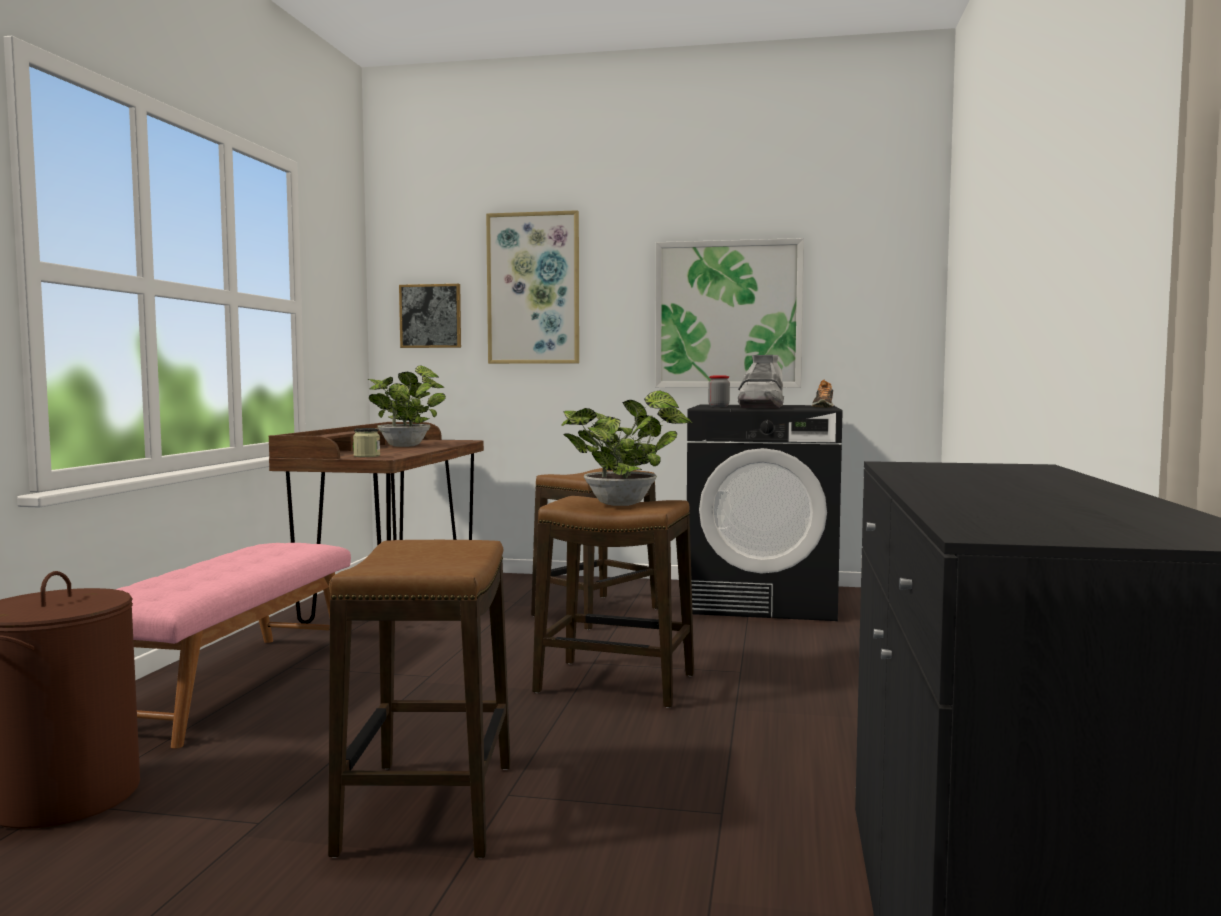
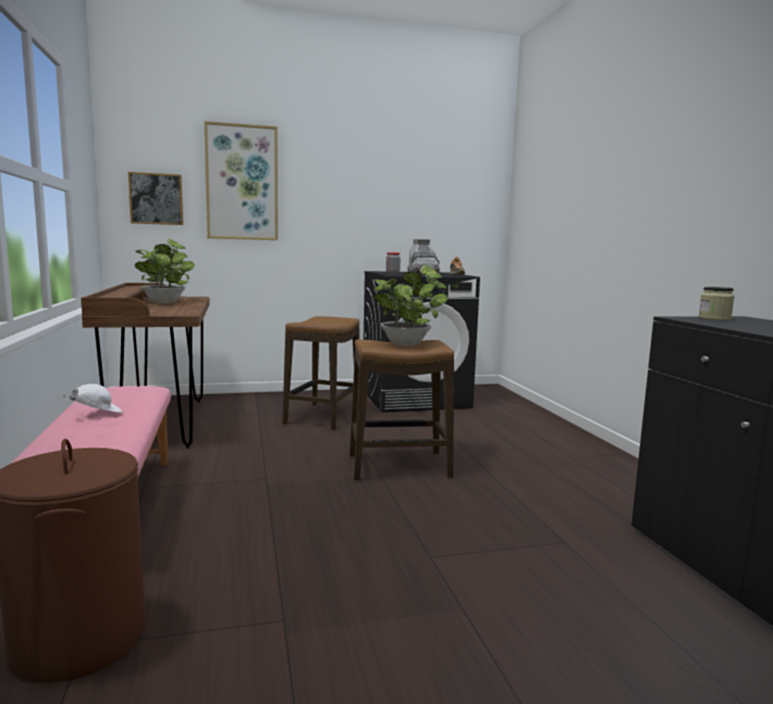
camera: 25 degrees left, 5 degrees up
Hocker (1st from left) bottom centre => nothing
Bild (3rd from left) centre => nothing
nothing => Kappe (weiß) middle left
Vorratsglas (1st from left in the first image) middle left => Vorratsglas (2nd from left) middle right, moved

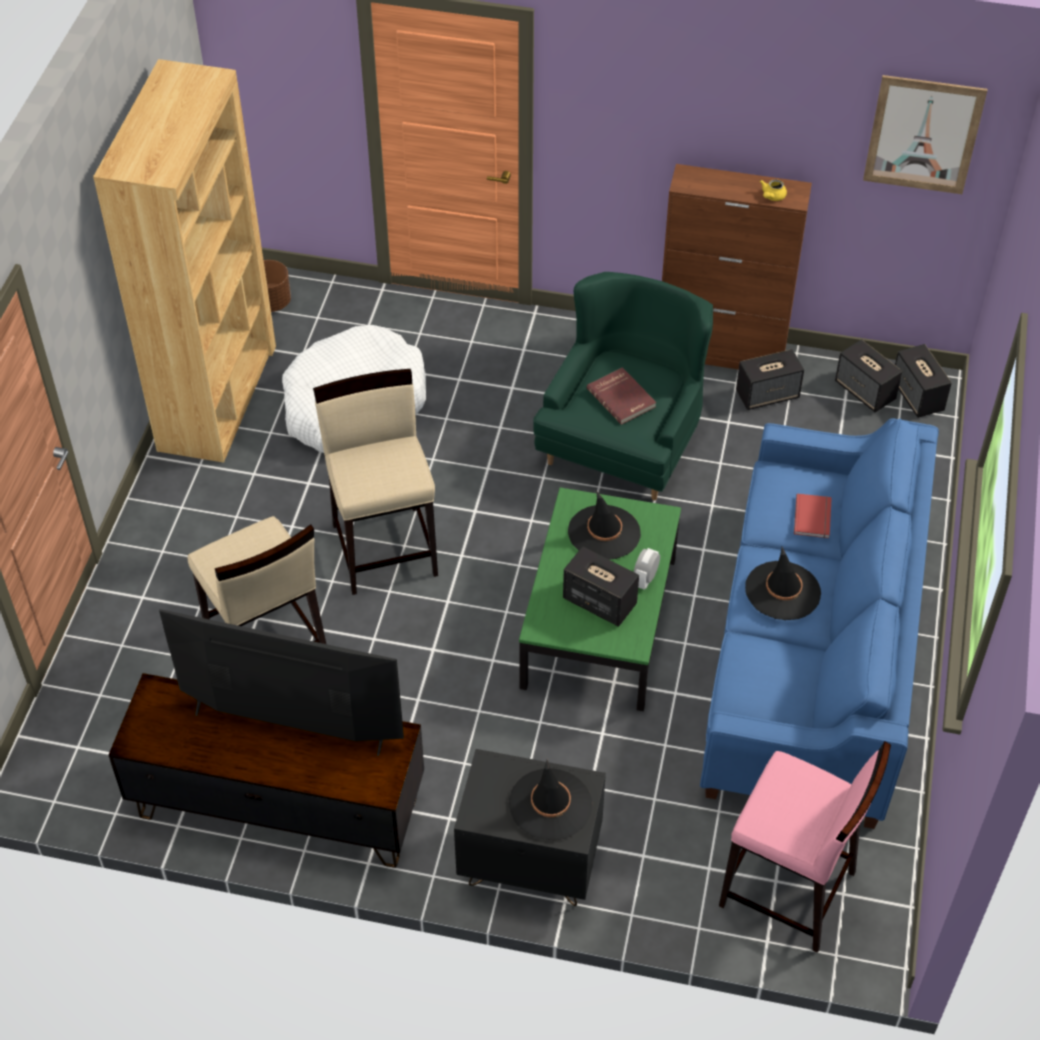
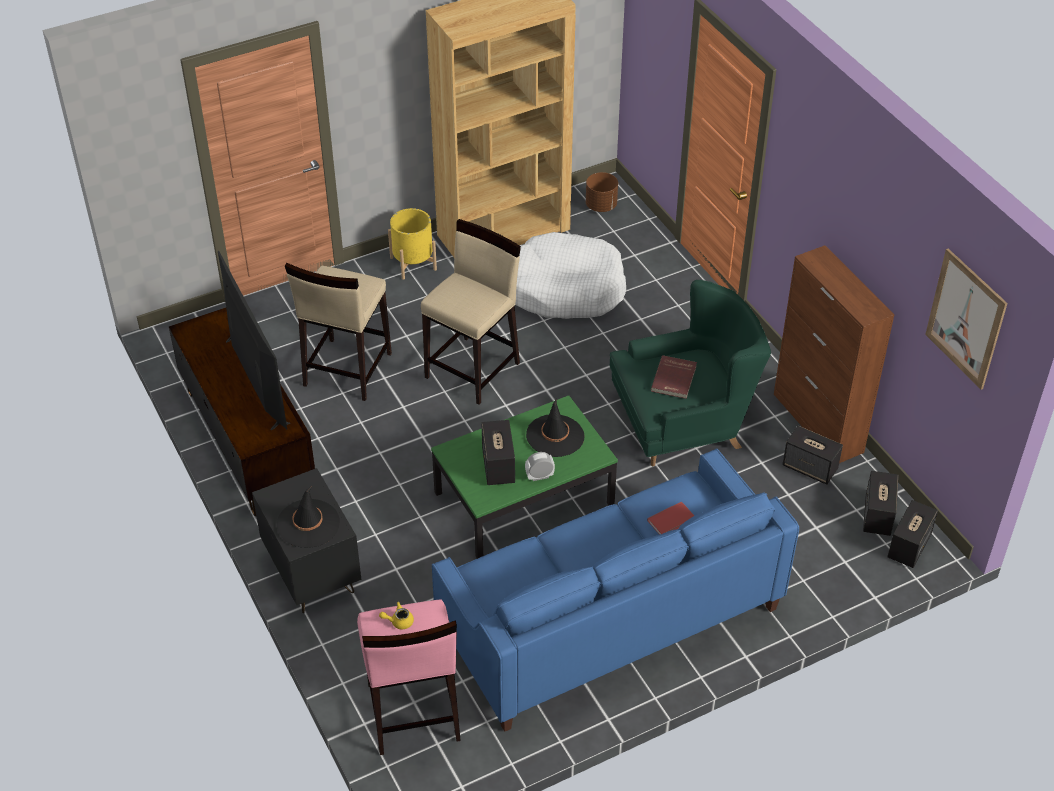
camera: 50 degrees right, 5 degrees down
Hut (schwarz) (3rd from left) middle right => nothing
nothing => Pflanzkübel (gelb) top centre
Teekanne (gelb) top right => Teekanne (gelb) bottom centre, moved

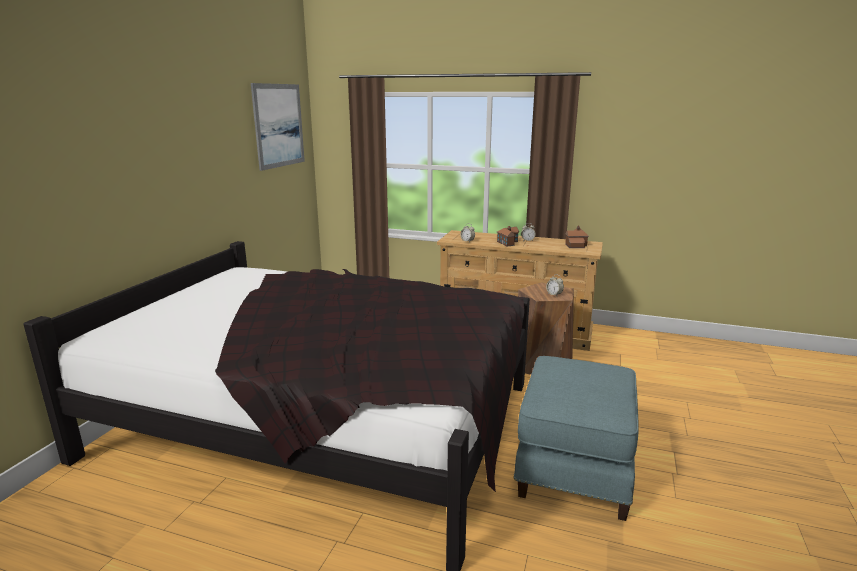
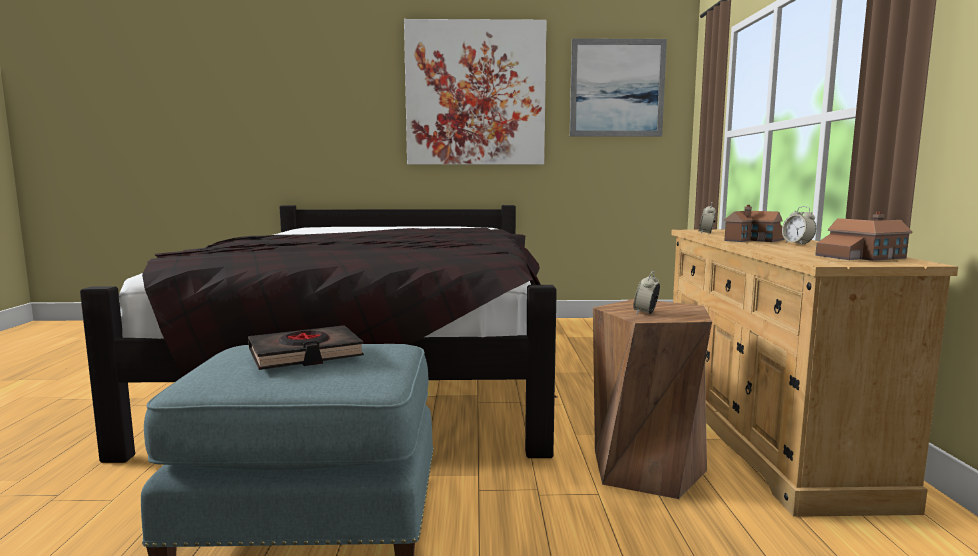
camera: 70 degrees right, 10 degrees down
nothing => Buch (schwarz) middle left
nothing => Bild (1st from left) top centre

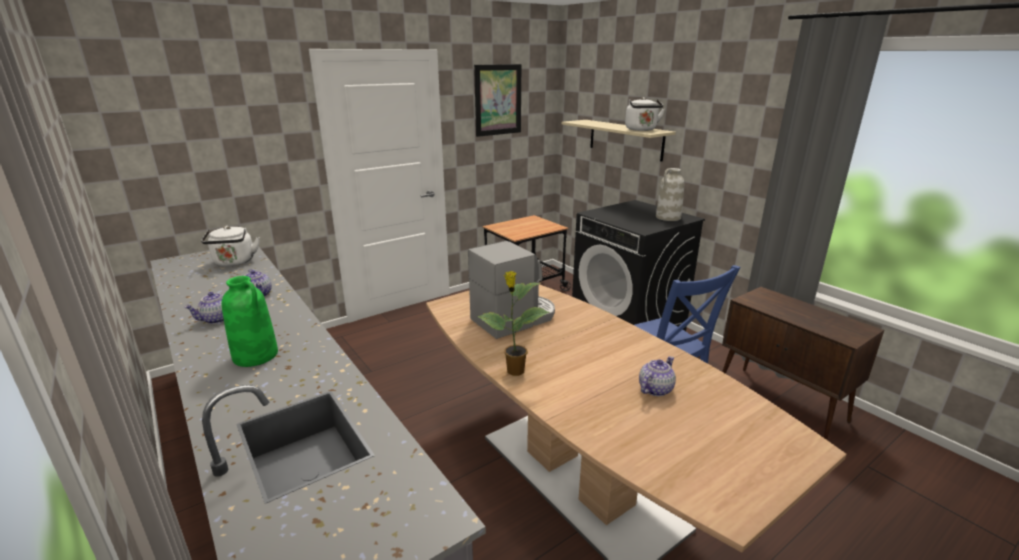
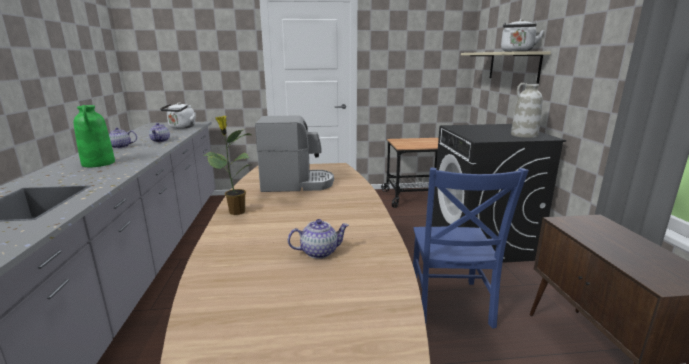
camera: 30 degrees right, 5 degrees down
Bild top centre => nothing

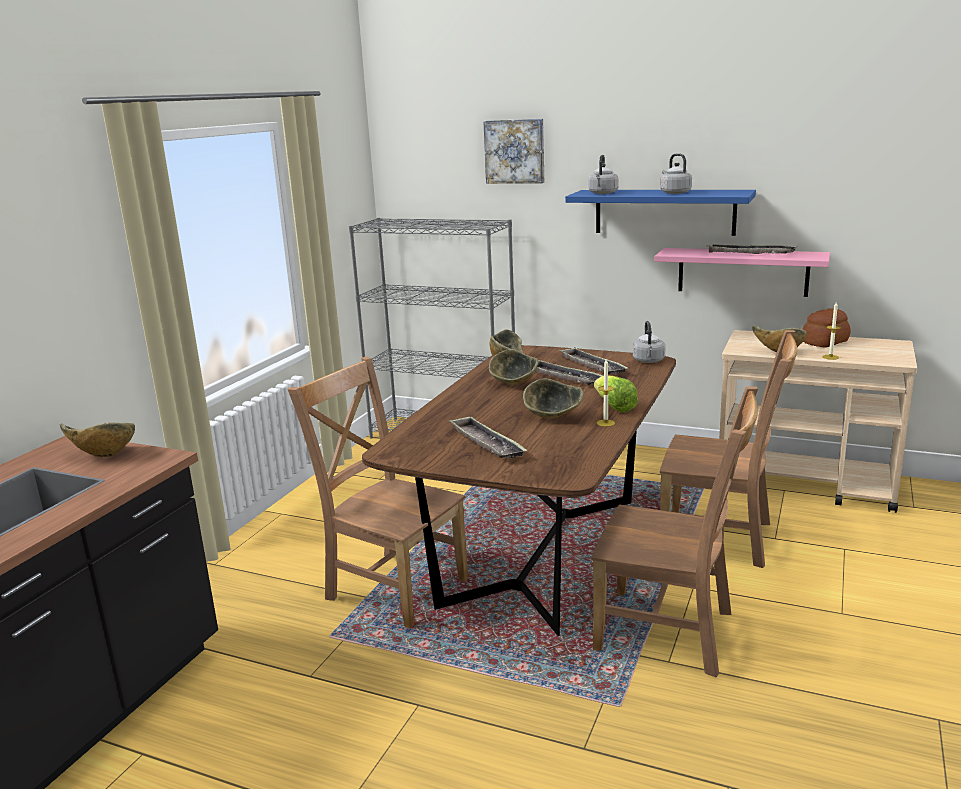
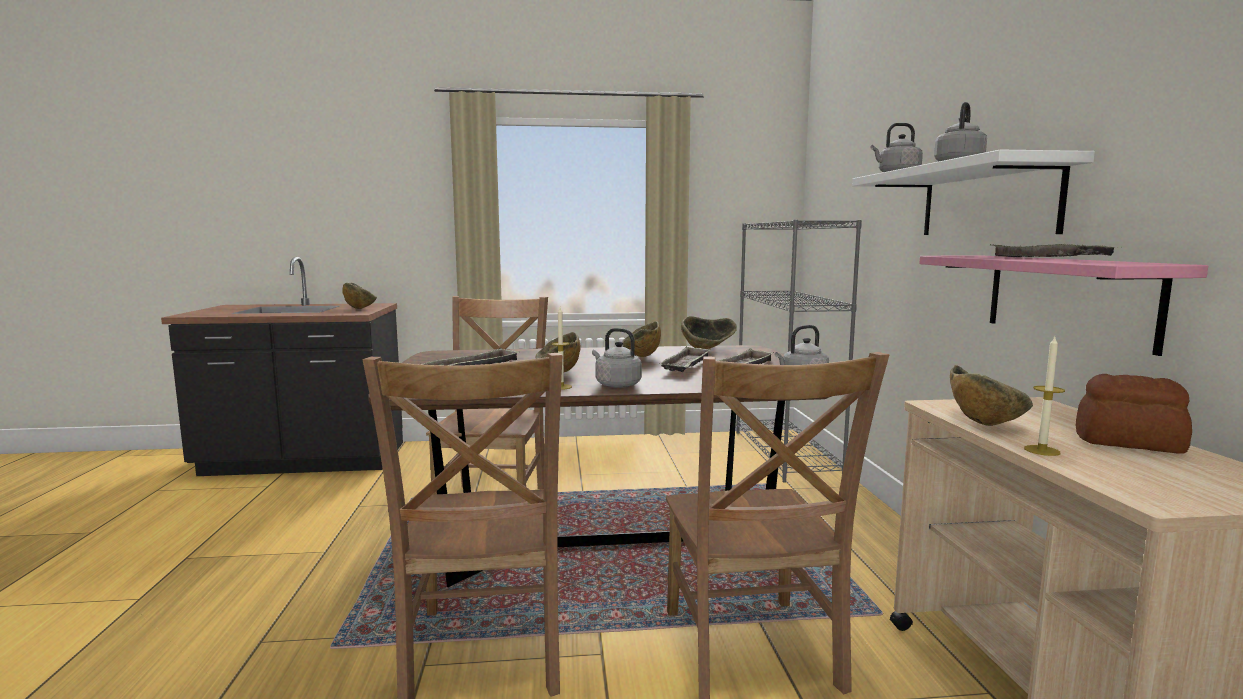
camera: 60 degrees right, 10 degrees down
Bild top centre => nothing
Salatkopf centre => Wasserkessel (grau) (1st from left) centre
Wandregal (blau) top right => Wandregal (weiß) top right

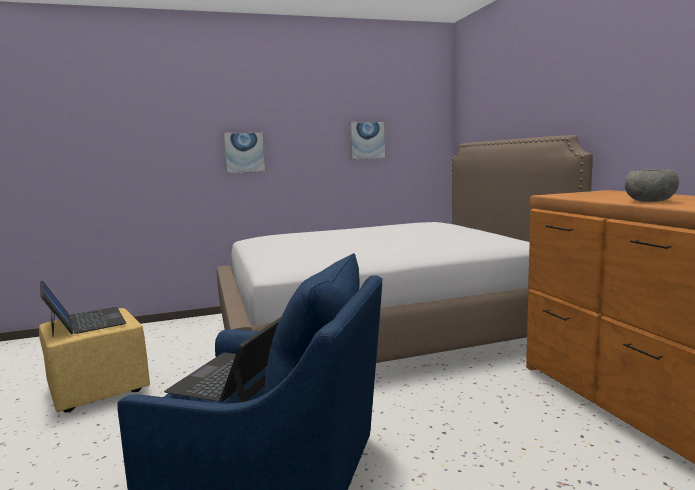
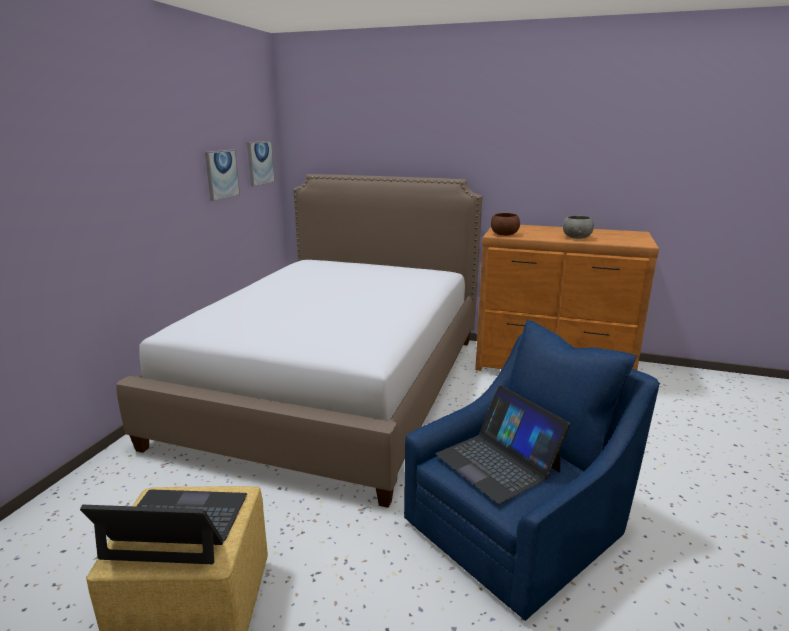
camera: 55 degrees left, 10 degrees up
nothing => Schüssel (braun) centre
Bild (1st from left in the first image) top centre => Bild (2nd from left) top left, moved

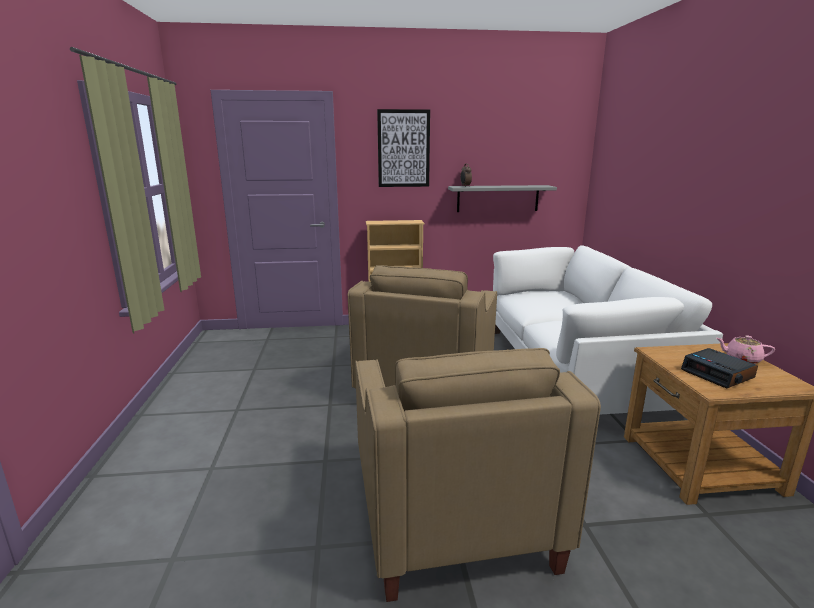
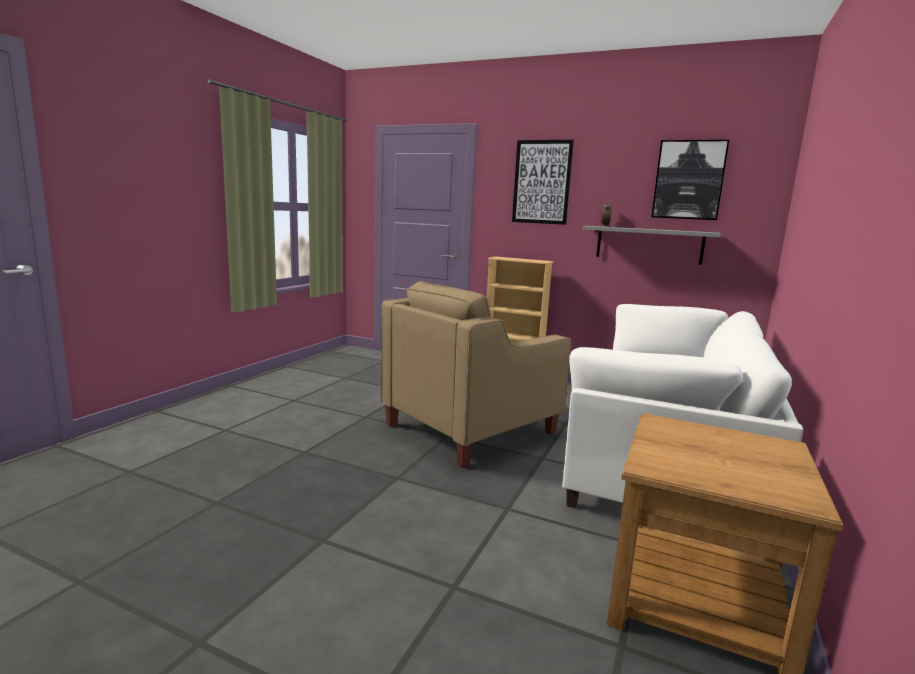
camera: 30 degrees right, 5 degrees down
Sessel (beige) (2nd from left) bottom centre => nothing
Wecker (2nd from left) middle right => nothing
Teekanne (rosa) middle right => nothing
nothing => Bild (2nd from left) top right

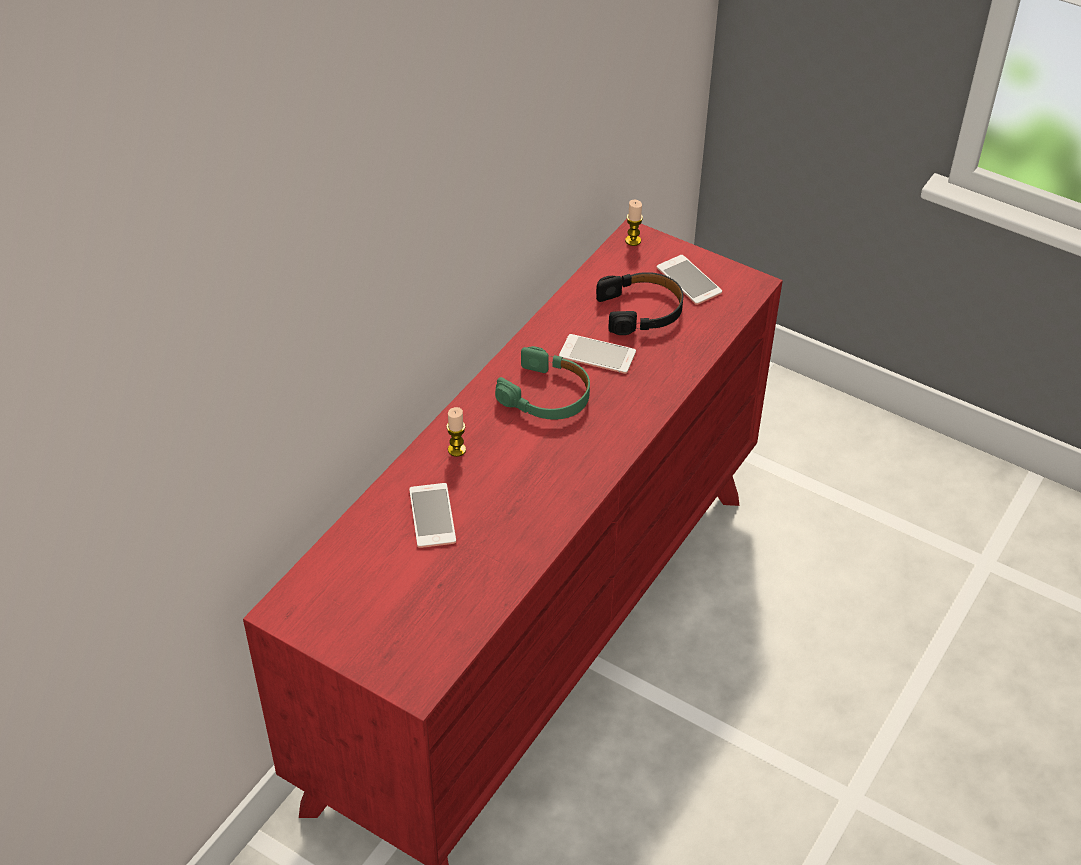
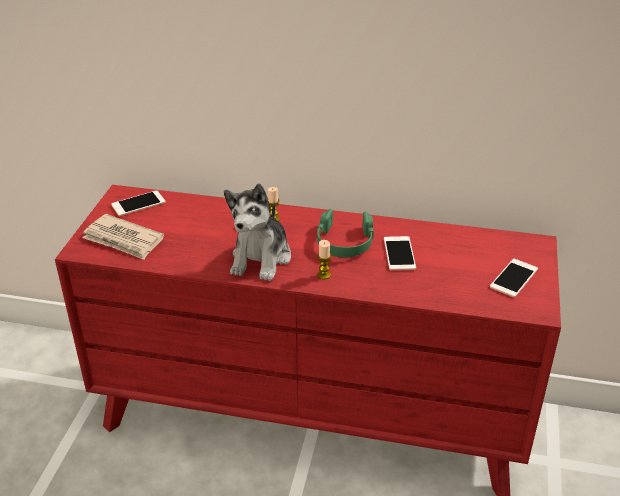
camera: 70 degrees right, 10 degrees down
Kopfhörer (schwarz) centre => nothing
nothing => Zeitung middle left
nothing => Plüschtier centre
Handy (1st from left) centre => Handy (1st from left) middle left, moved
Kerze (2nd from left) top centre => Kerze (2nd from left) centre, moved

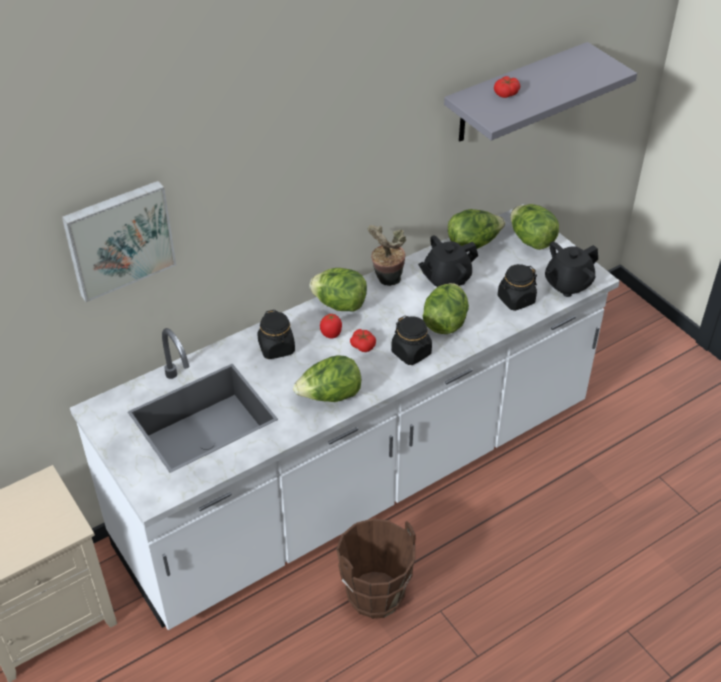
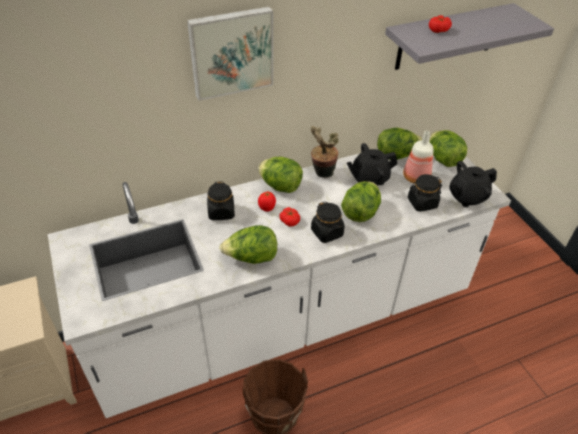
camera: 10 degrees right, 0 degrees up
nothing => Flasche middle right
Bild middle left => Bild top centre, moved

